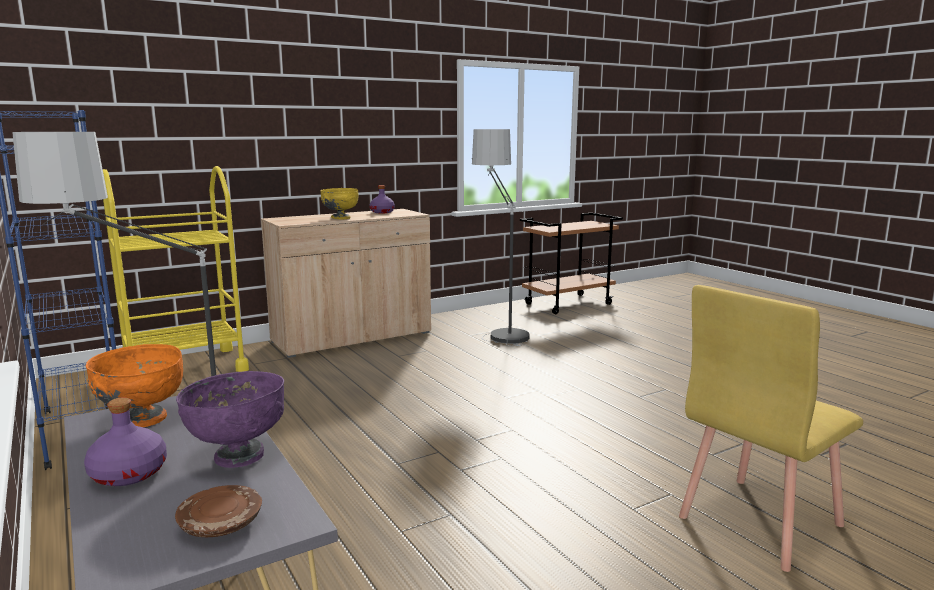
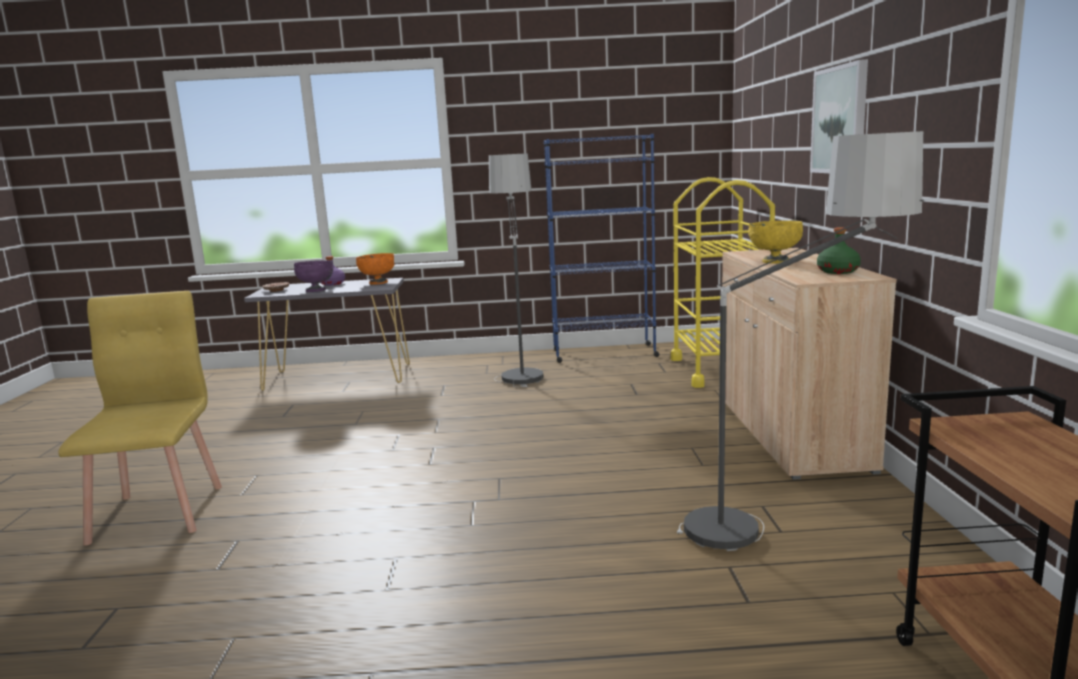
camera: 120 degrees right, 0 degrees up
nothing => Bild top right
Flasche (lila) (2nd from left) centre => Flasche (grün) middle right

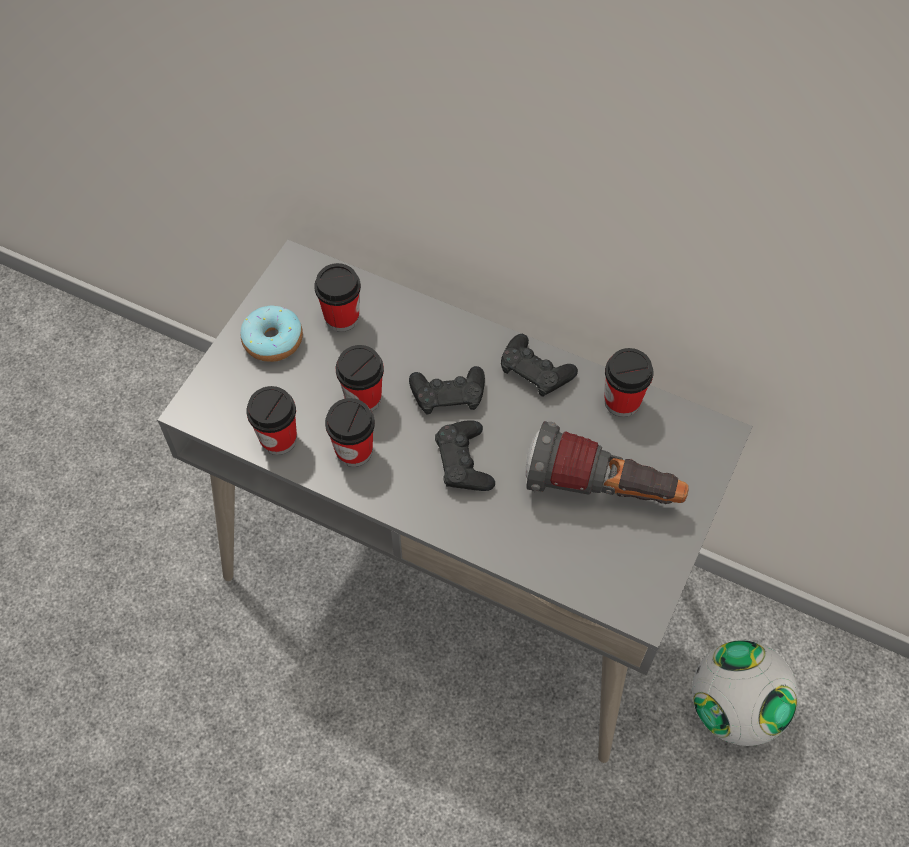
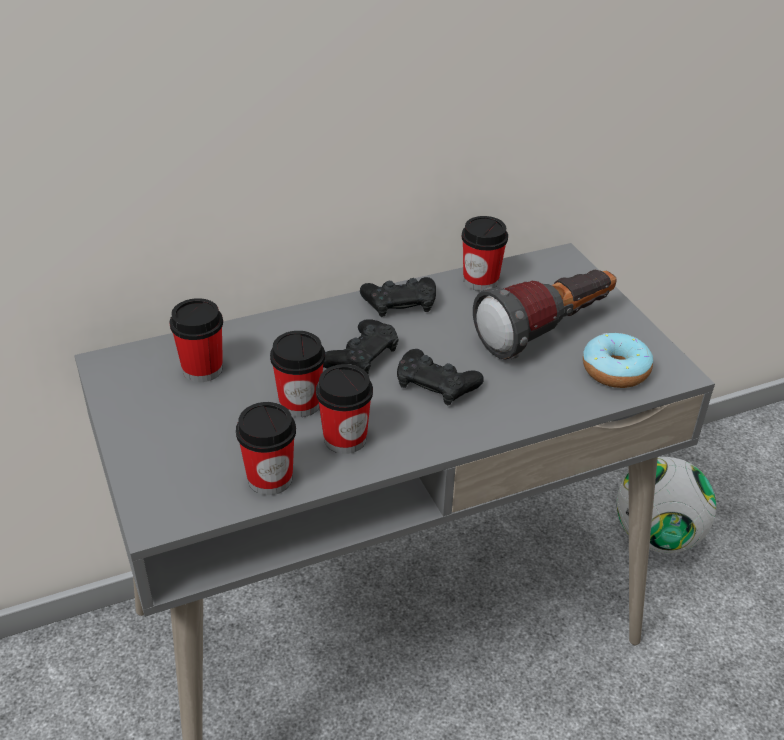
camera: 50 degrees left, 20 degrees down
Donut middle left => Donut middle right, moved

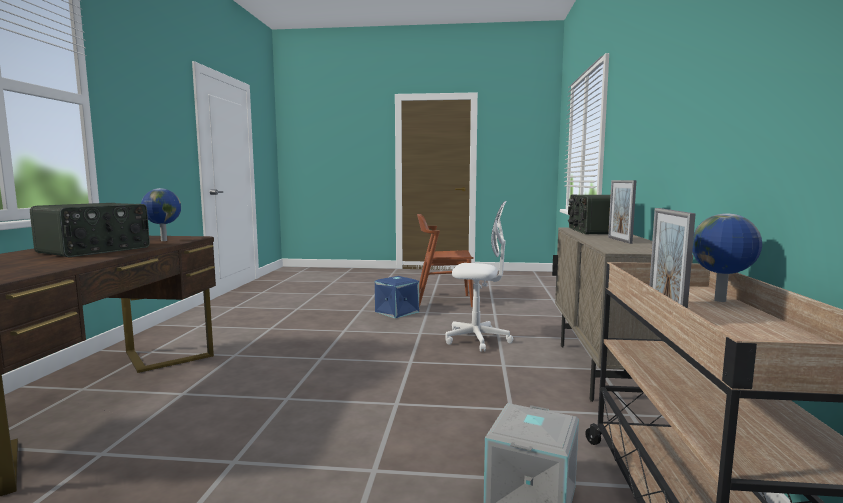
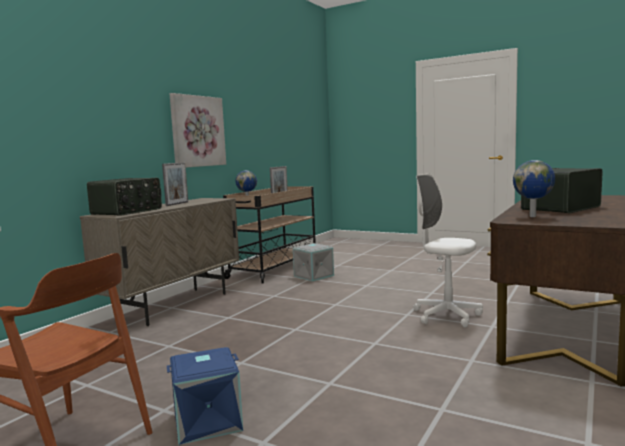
camera: 155 degrees left, 0 degrees up
nothing => Bild top left
Bürostuhl (weiß) centre => Bürostuhl (weiß) middle right, moved

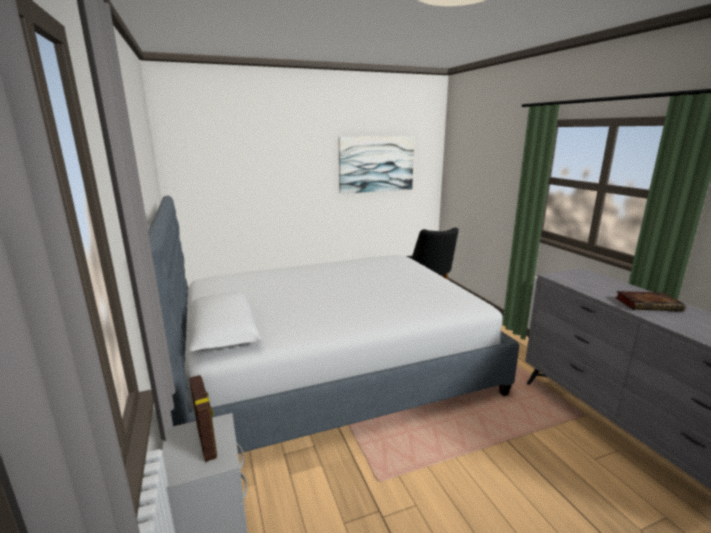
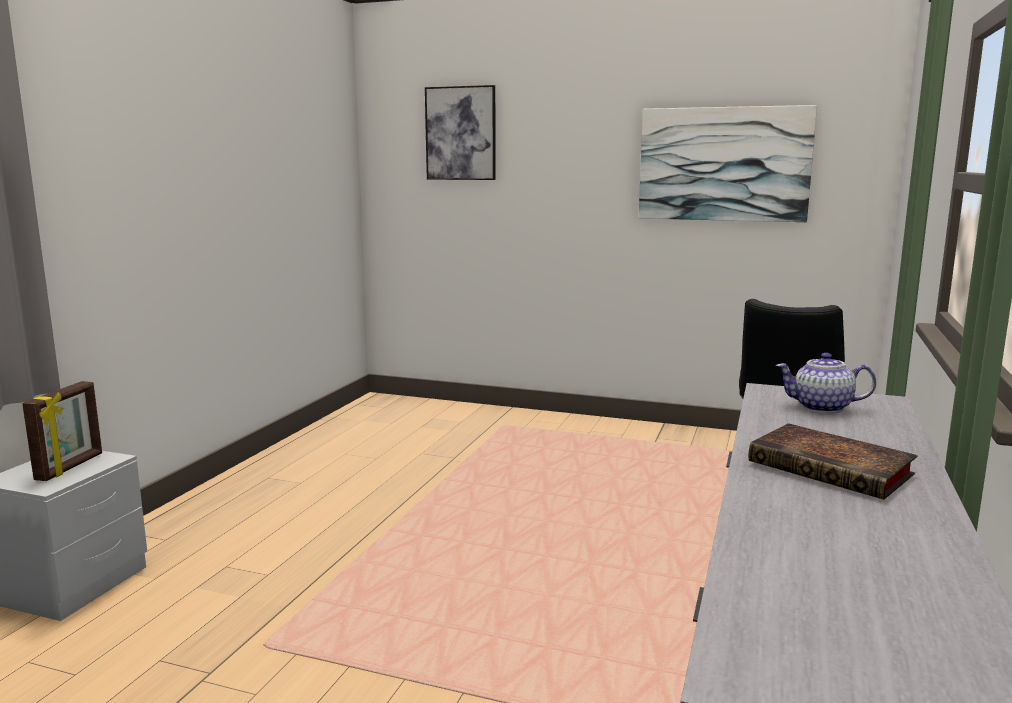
camera: 40 degrees right, 5 degrees down
Bett centre => nothing
nothing => Bild (1st from left) top centre
nothing => Teekanne middle right

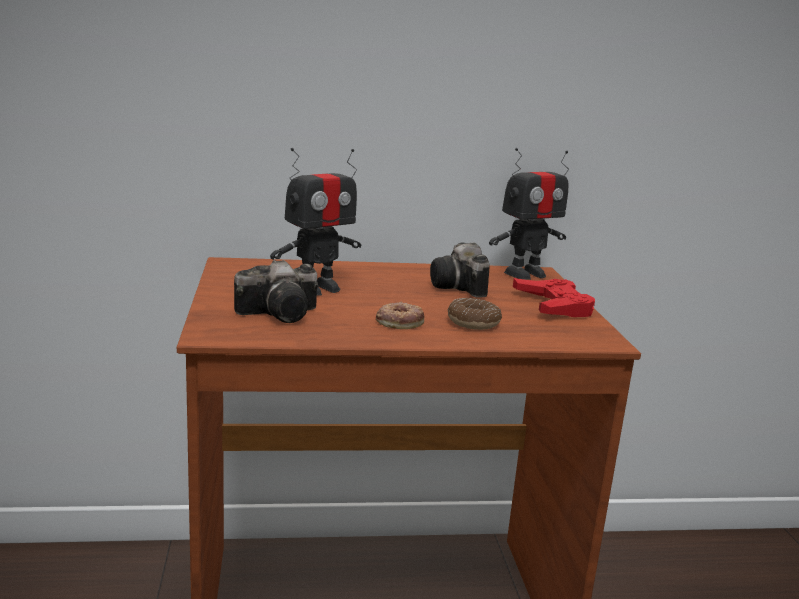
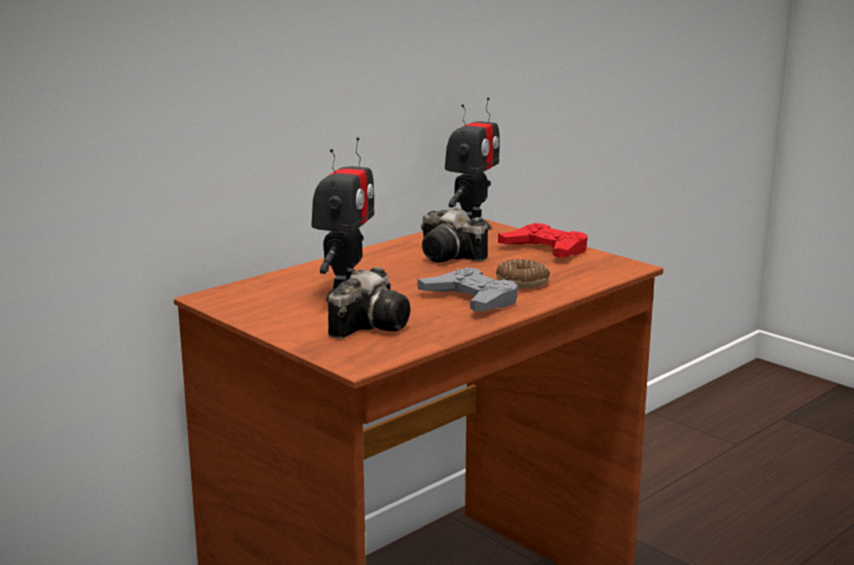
camera: 35 degrees left, 0 degrees up
Donut (1st from left) centre => Gamepad (grau) centre

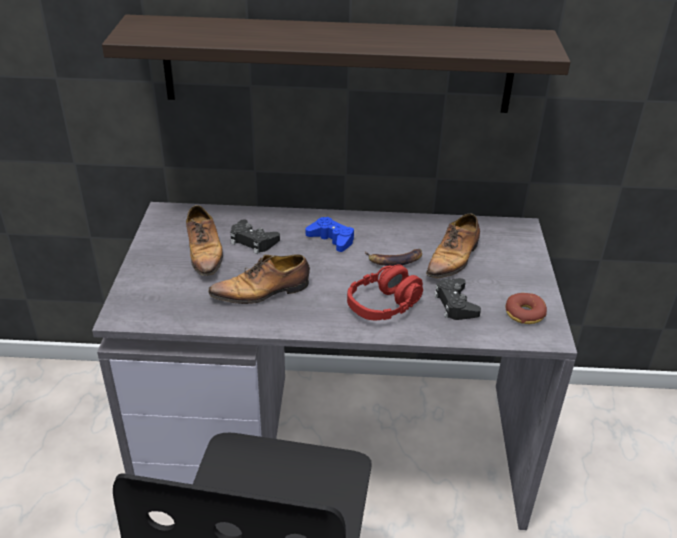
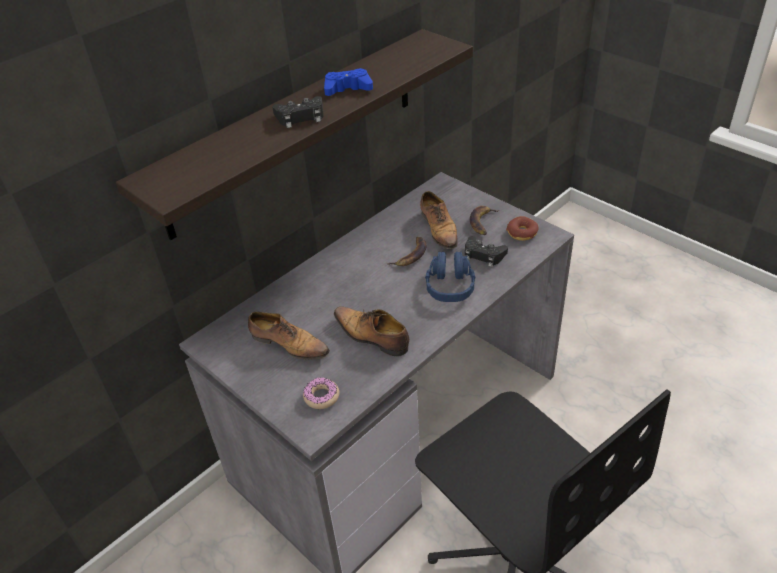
camera: 45 degrees left, 5 degrees up
nothing => Donut (1st from left) bottom centre
nothing => Banane (2nd from left) centre
Gamepad (schwarz) (1st from left) centre => Gamepad (schwarz) (1st from left) top centre, moved
Gamepad (blau) centre => Gamepad (blau) top centre, moved
Kopfhörer (rot) centre => Kopfhörer (blau) centre
Schuh (2nd from left) centre, 105 degrees clockwise

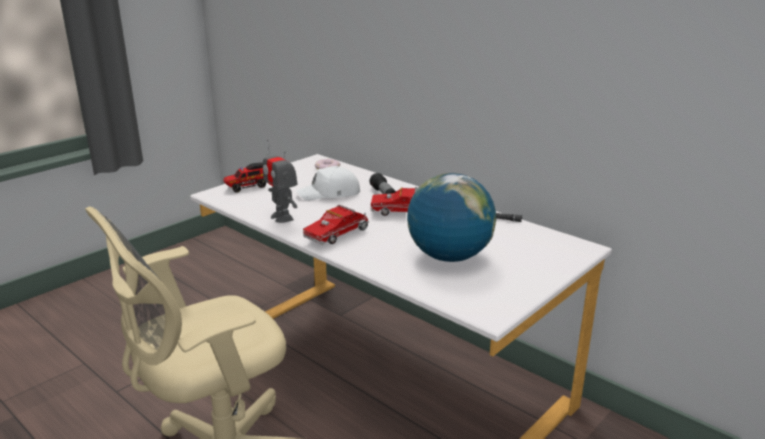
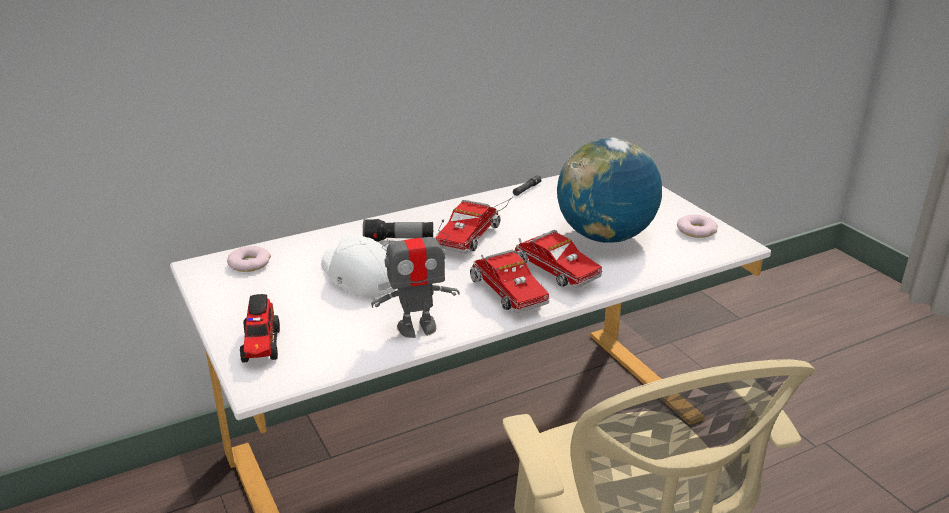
camera: 70 degrees left, 5 degrees up
nothing => Spielzeuglaster (4th from left) centre
nothing => Donut (2nd from left) middle right
Kappe (weiß) centre, 135 degrees clockwise

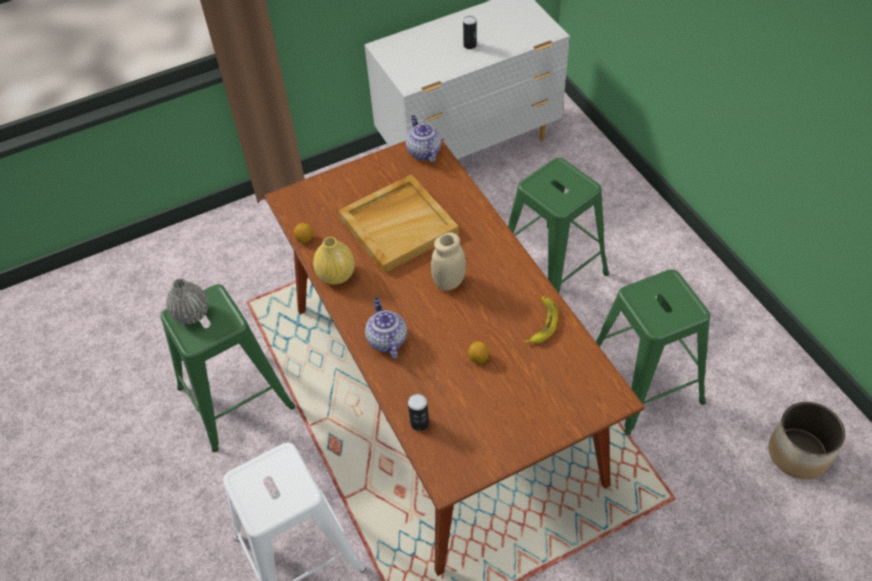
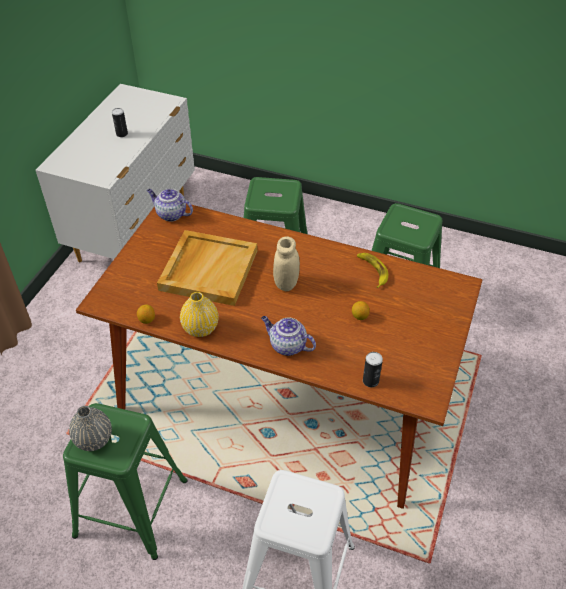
camera: 45 degrees left, 5 degrees down
Pflanzkübel bottom right => nothing

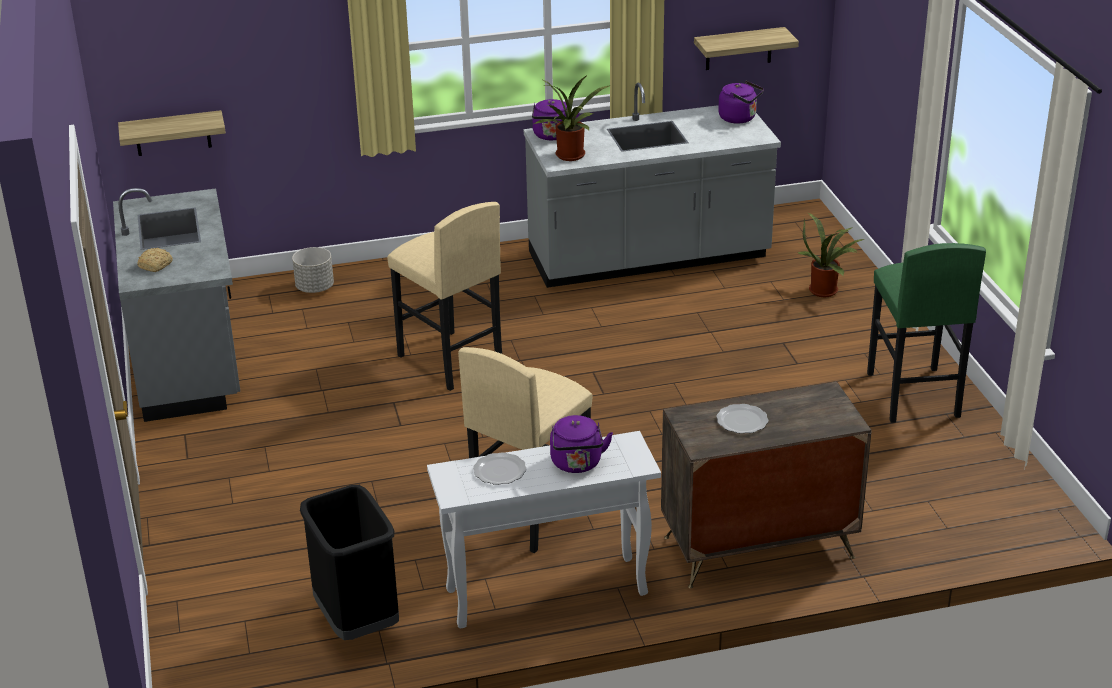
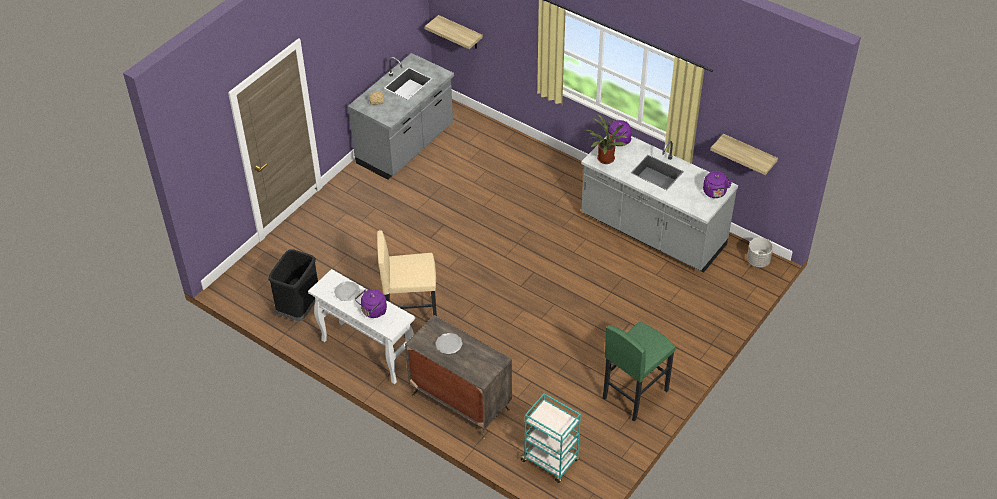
camera: 50 degrees right, 15 degrees up
Hocker (beige) (1st from left) centre => nothing
Topfpflanze (2nd from left) middle right => nothing
nothing => Rollwagen (türkis) bottom centre
Pflanzkübel (grau) middle left => Pflanzkübel (grau) middle right, moved

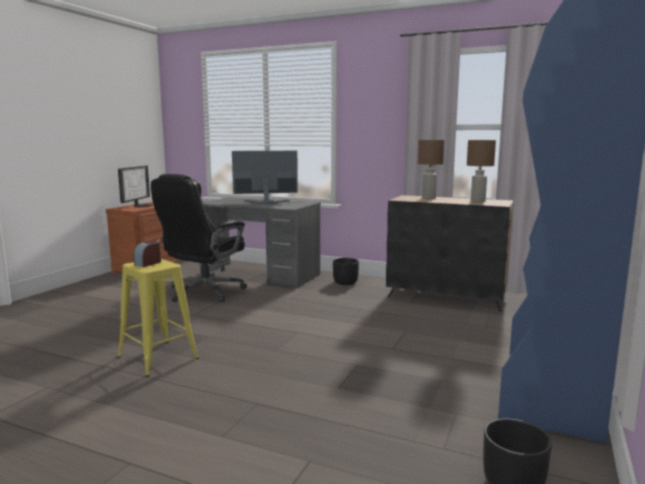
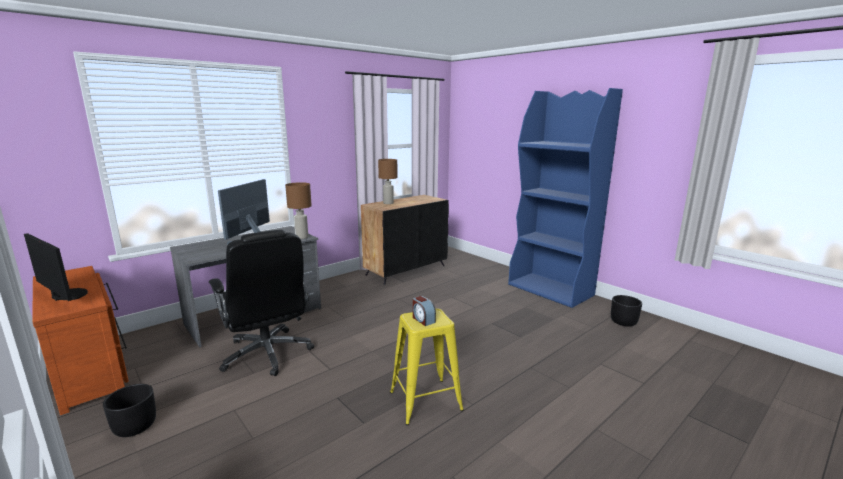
camera: 65 degrees left, 5 degrees up
Pflanzkübel (schwarz) (1st from left) centre => Pflanzkübel (schwarz) (1st from left) bottom left, moved
Tischlampe (braun) (2nd from left in the first image) middle right => Tischlampe (braun) (1st from left) centre, moved

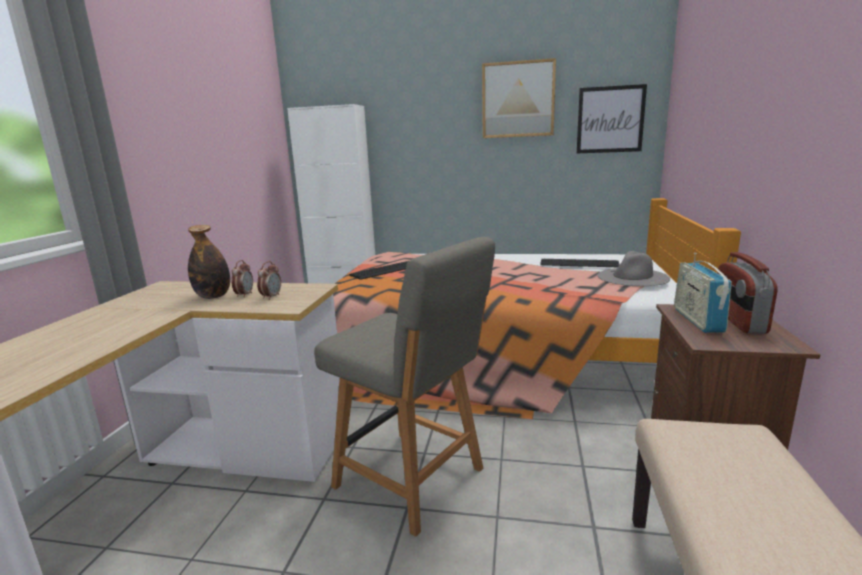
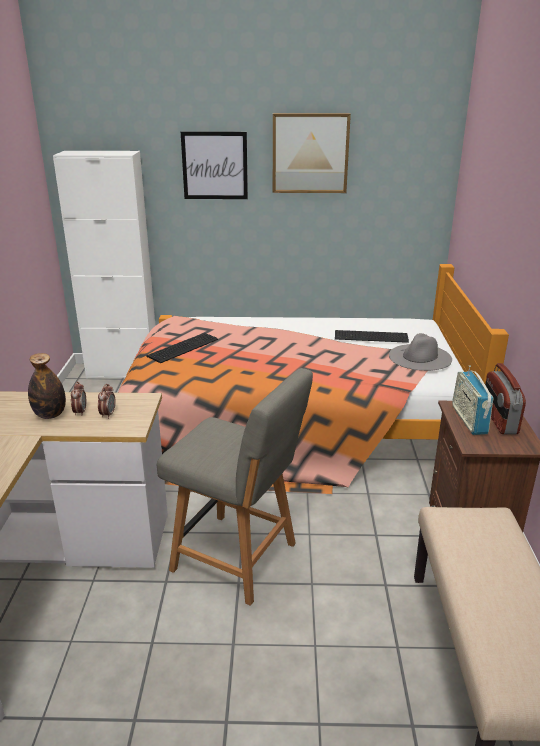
camera: 10 degrees left, 10 degrees up
Bild (2nd from left in the first image) top right => Bild (1st from left) top centre, moved

